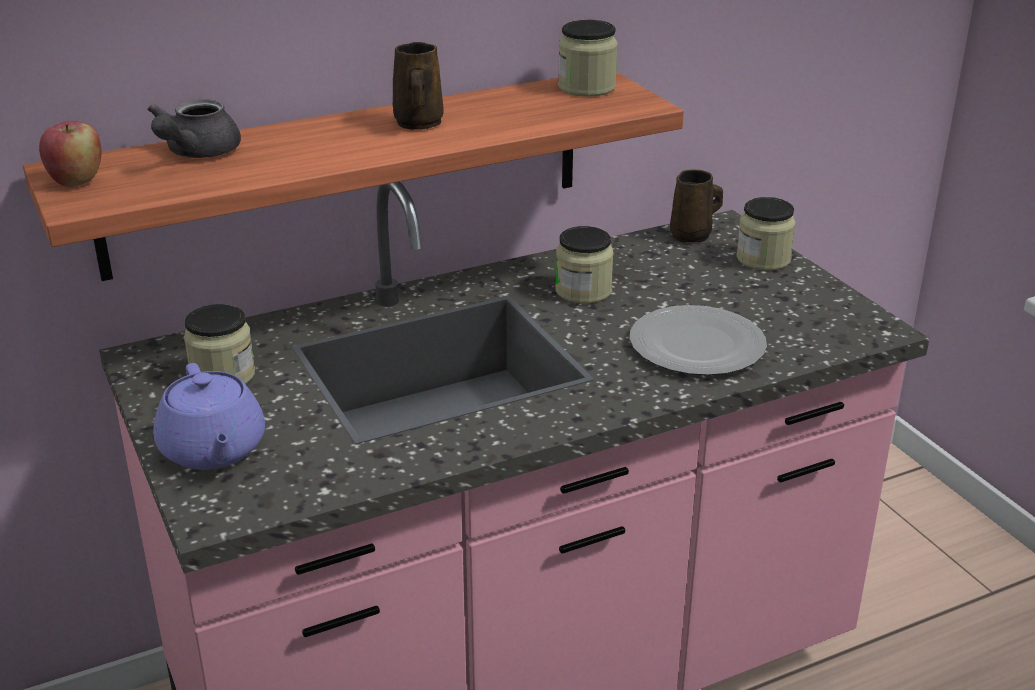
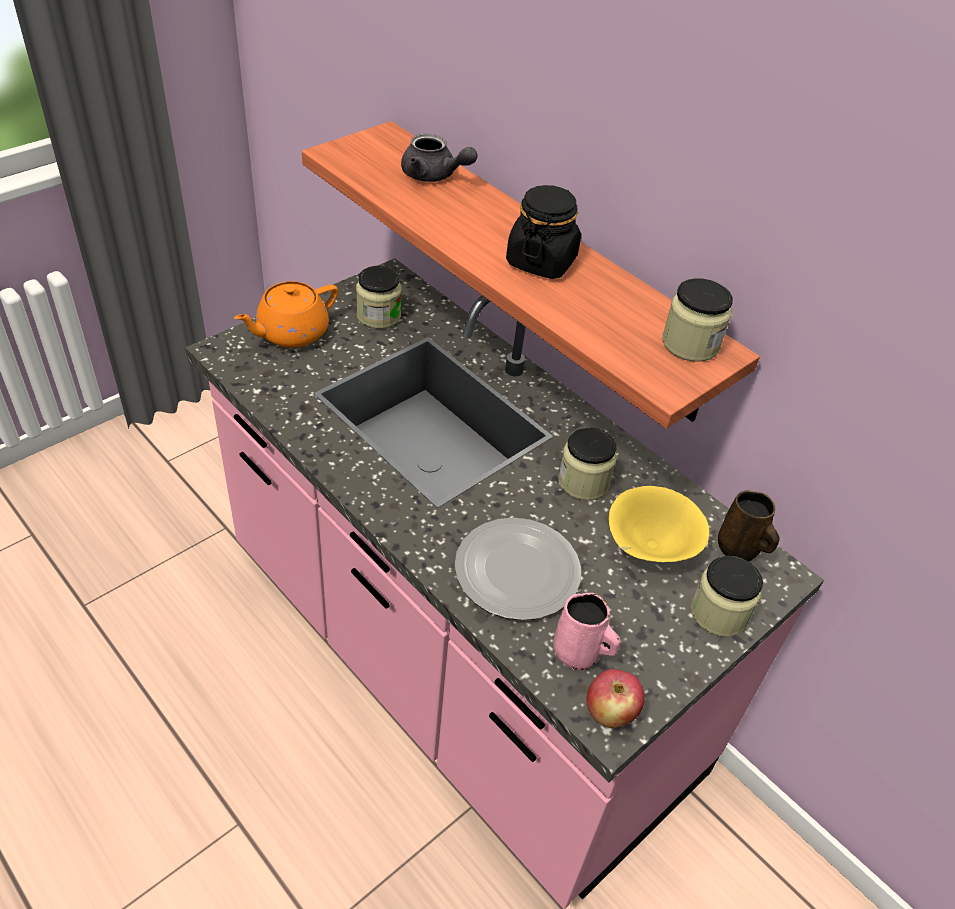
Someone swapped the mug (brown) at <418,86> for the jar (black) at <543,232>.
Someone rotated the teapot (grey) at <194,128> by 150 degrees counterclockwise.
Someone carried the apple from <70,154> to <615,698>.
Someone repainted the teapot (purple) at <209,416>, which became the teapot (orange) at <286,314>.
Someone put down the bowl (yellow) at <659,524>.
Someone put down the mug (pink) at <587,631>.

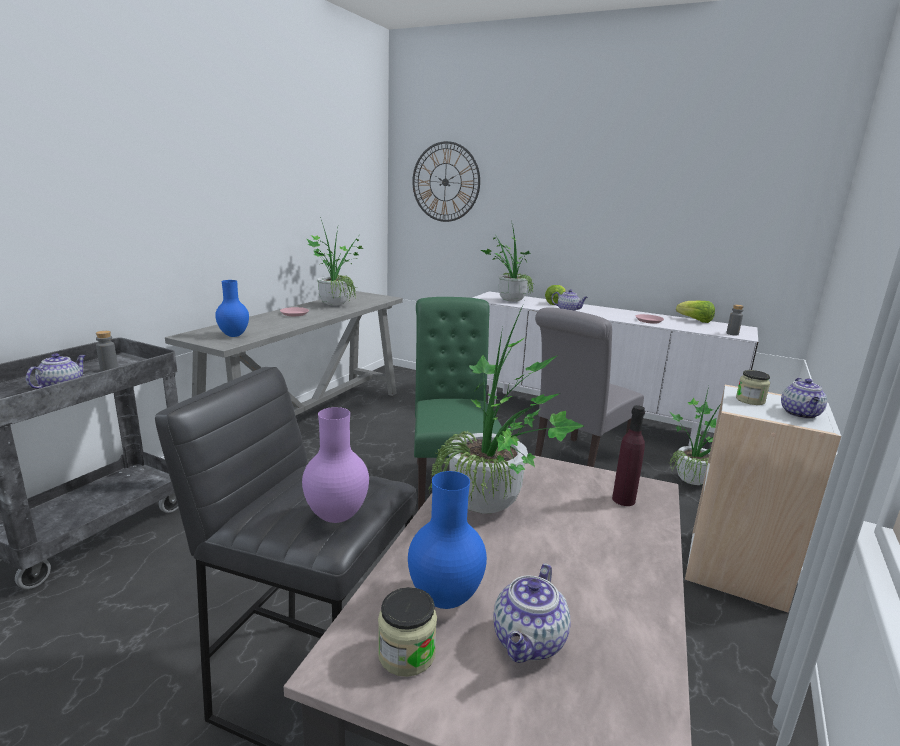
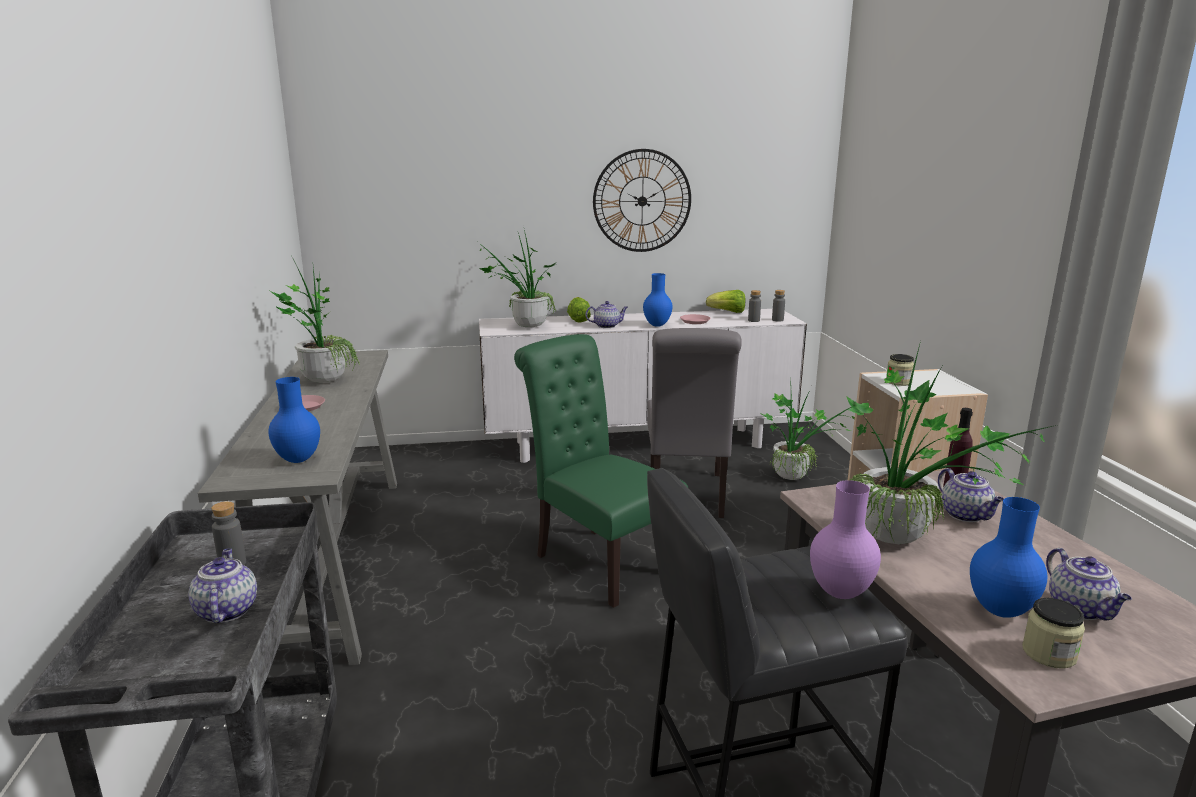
Someone carried the wall clock from <446,181> to <642,200>.
Someone carried the teapot from <804,398> to <971,495>.
Someone put down the vase (blue) at <658,300>.
Someone put down the bottle (grey) at <754,306>.

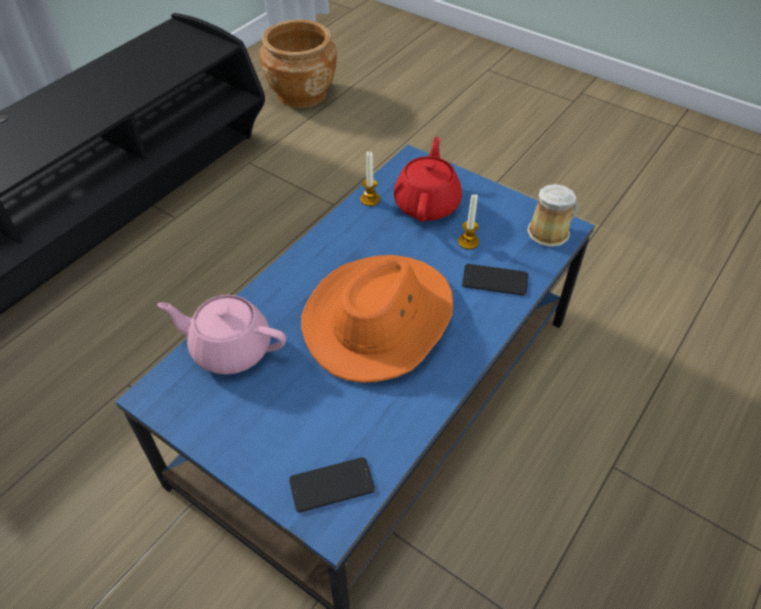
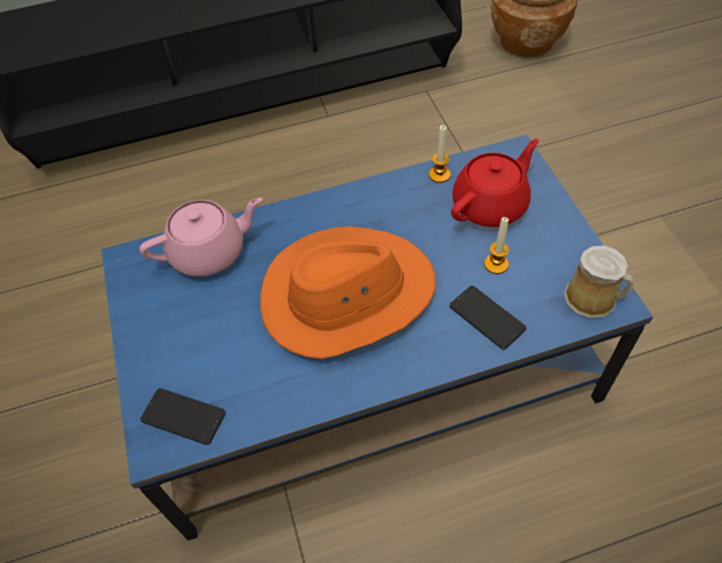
Someone rotated the teapot (pink) at <221,335> by 105 degrees clockwise.

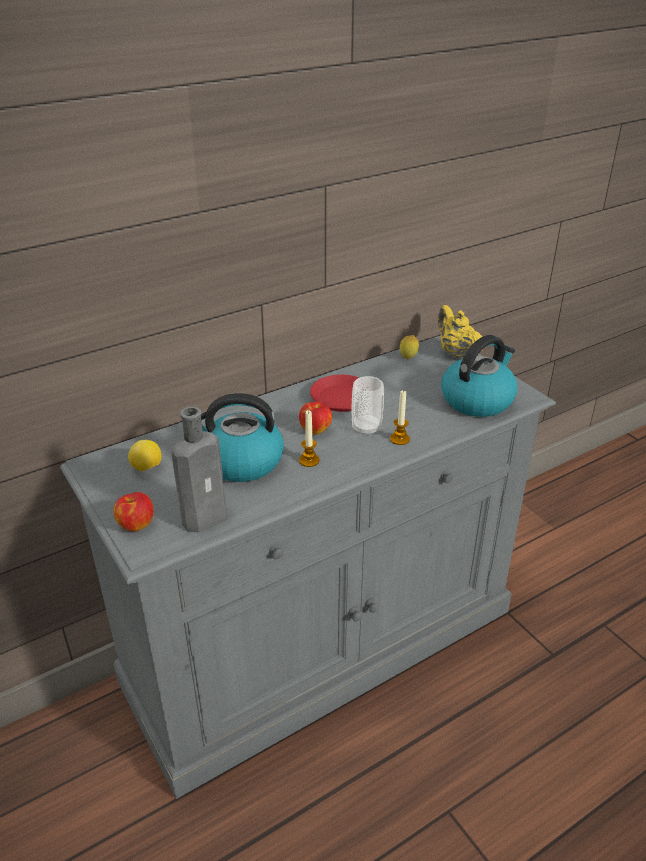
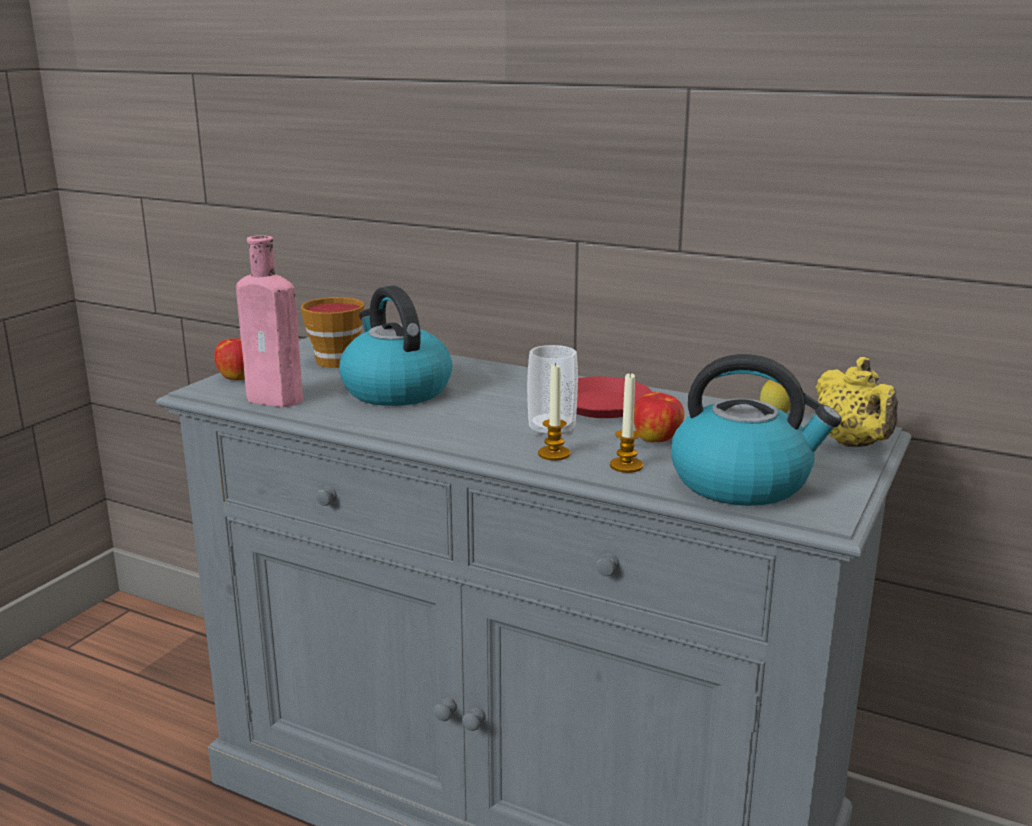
Someone rotated the teapot (yellow) at <460,332> by 135 degrees clockwise.
Someone carried the apple from <315,418> to <659,417>.
Someone repainted the bottle (grey) at <199,469>, which became the bottle (pink) at <269,321>.
Someone carried the candle from <309,438> to <626,422>.
Someone swapped the lemon at <145,456> for the cup at <332,332>.

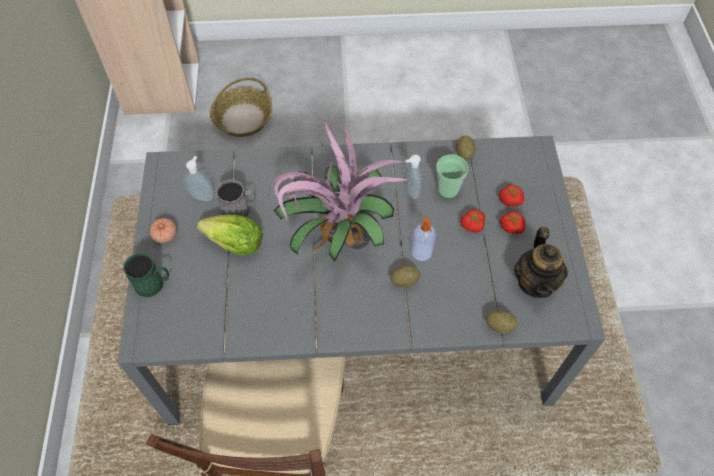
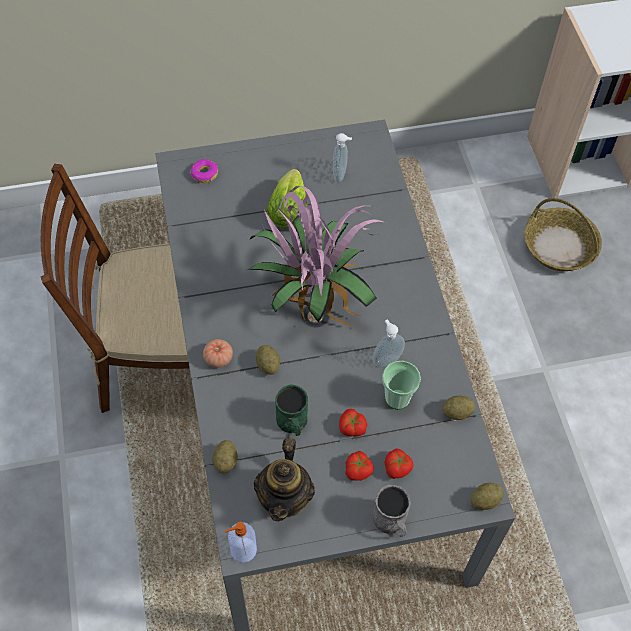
Someone carried the mug (grey) from <236,198> to <392,511>.
Someone carried the tomato from <163,230> to <218,353>.
Someone carried the soap dispenser from <423,239> to <240,542>.
Someone rotated the teapot at <541,262> by 75 degrees counterclockwise.
Someone carried the mug (green) from <146,275> to <291,410>.
Someone put down the donut at <204,171>.
Someone put down the potato at <487,496>.

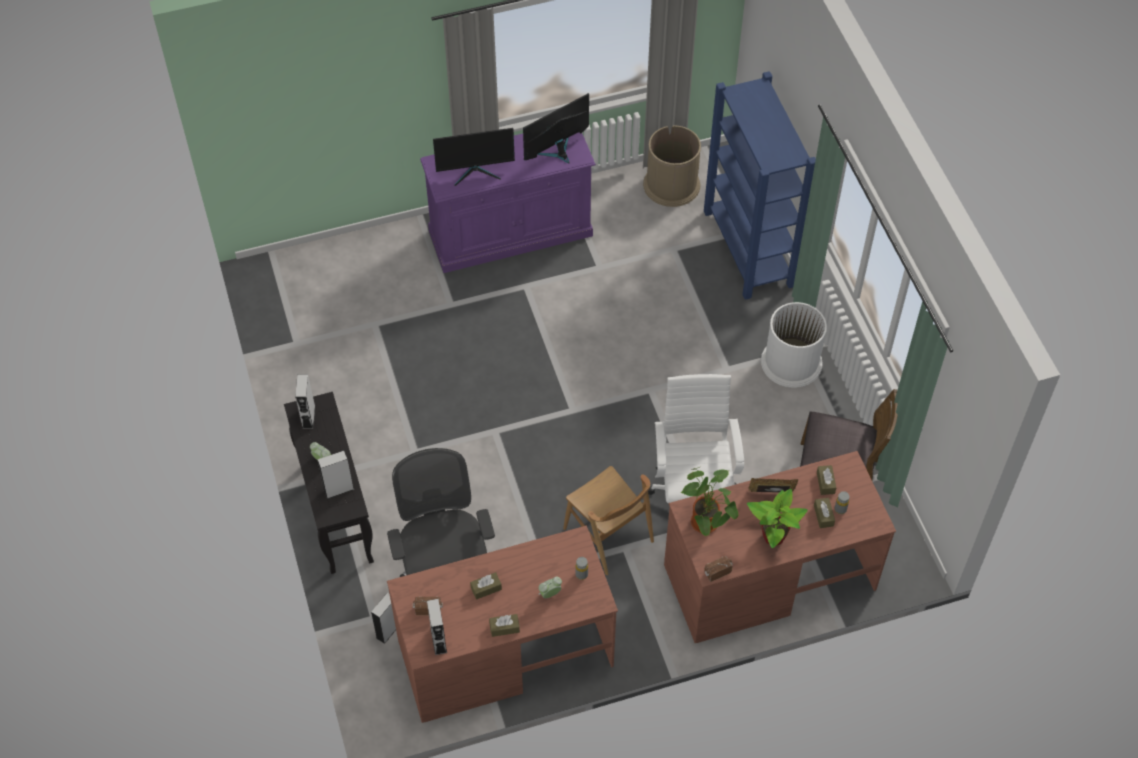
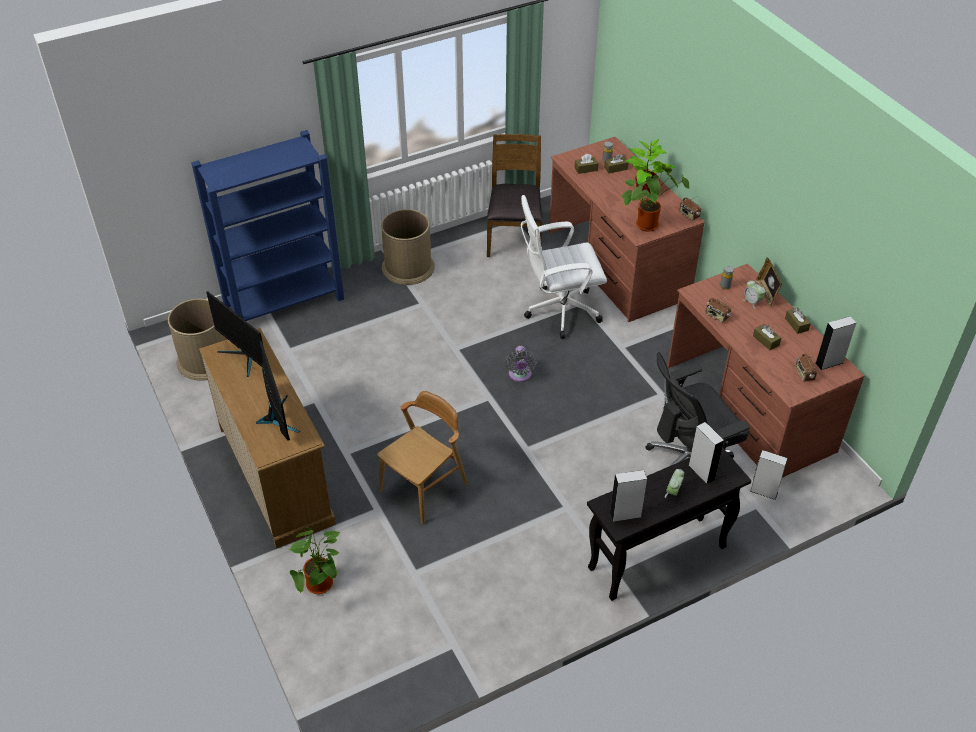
Someone repainted the cabinet (purple) at <508,202>, which became the cabinet (brown) at <267,438>.
Someone repainted the trash can (white) at <794,345>, which became the trash can (brown) at <408,247>.
Someone carried the chair (brown) from <608,520> to <422,457>.
Someone carried the picture frame from <773,485> to <769,281>.
Someone put down the radio at <718,310>.
Someone put down the fan (grey) at <521,364>.
Someone put down the potted plant at <314,560>.

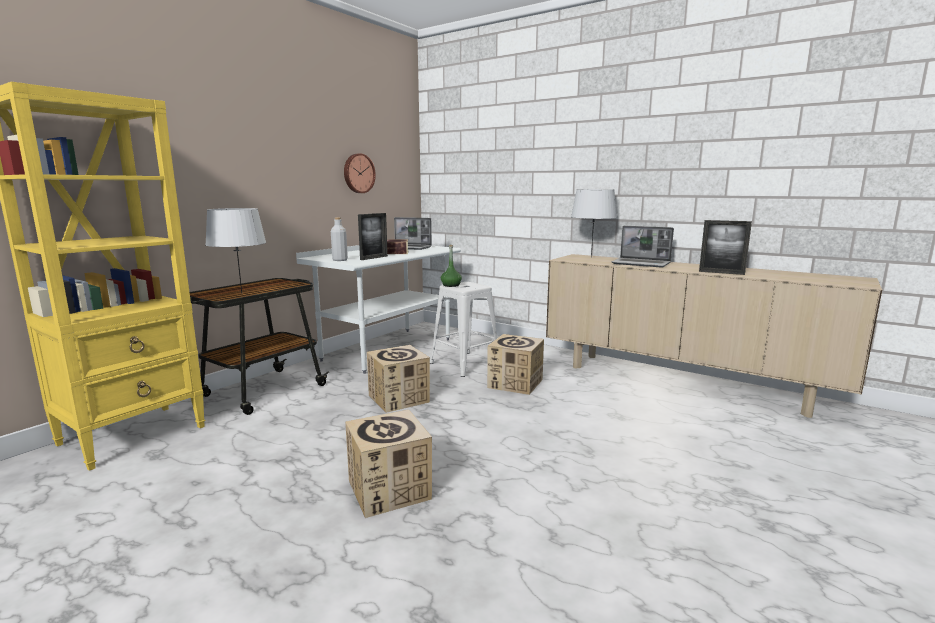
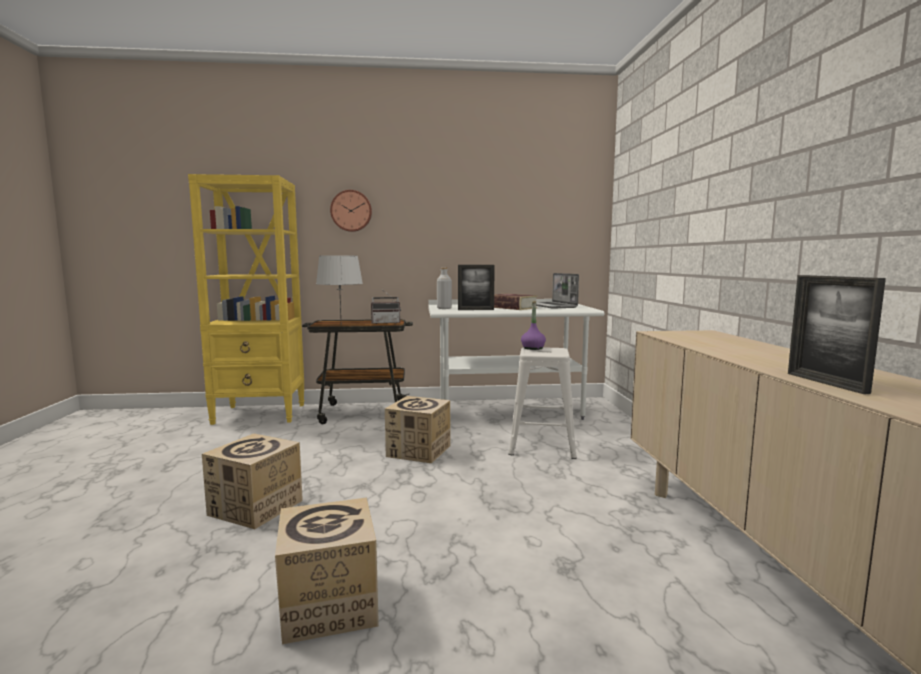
Someone carried the wall clock from <360,173> to <351,211>.
Someone took away the table lamp (grey) at <594,223>.
Someone took away the laptop at <642,247>.
Someone repainted the bottle (green) at <451,266>, which became the bottle (purple) at <533,325>.
Someone carried the cardboard box from <515,364> to <327,571>.
Someone put down the radio at <386,307>.

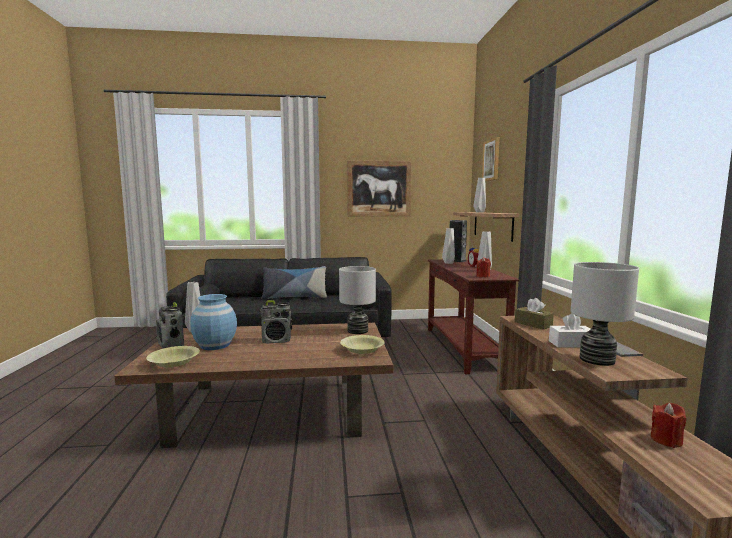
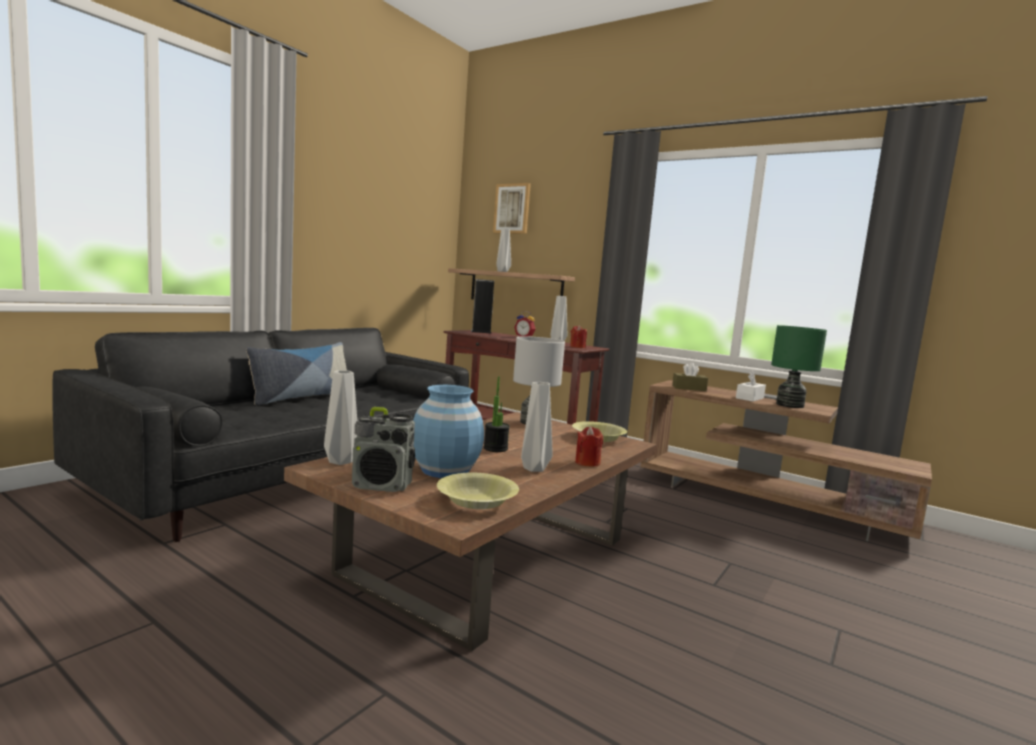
Someone took away the picture at <379,188>.
Someone carried the vase (grey) from <448,246> to <537,427>.
Someone repainted the table lamp (grey) at <605,314>, which became the table lamp (green) at <799,366>.
Someone swapped the radio at <276,321> for the potted plant at <497,414>.
Someone carried the candle (red) from <668,425> to <589,446>.

